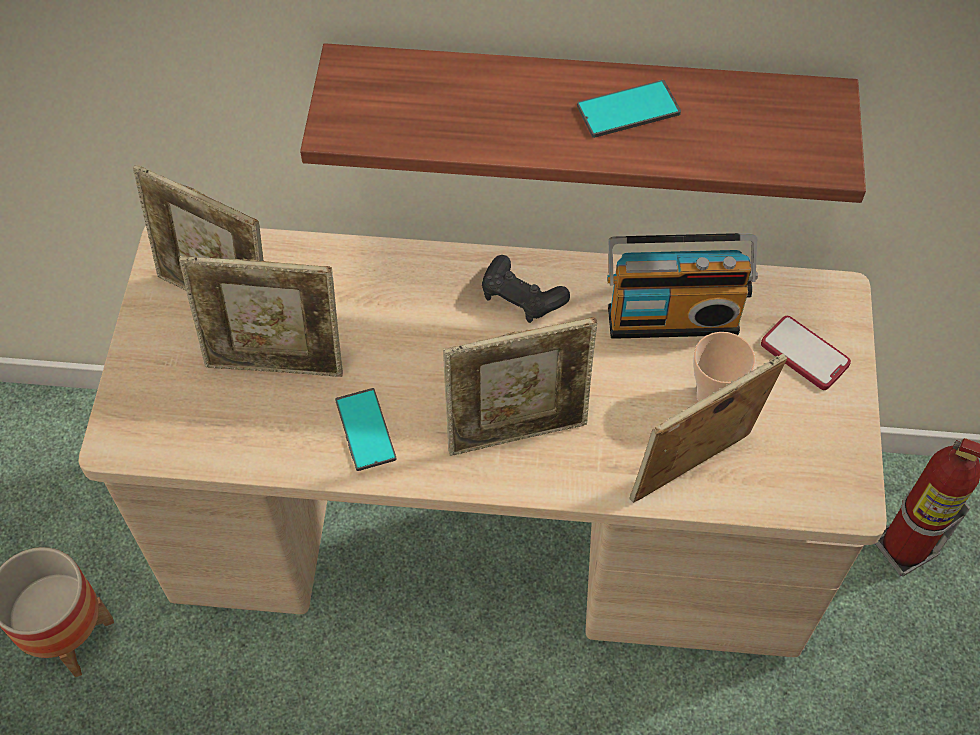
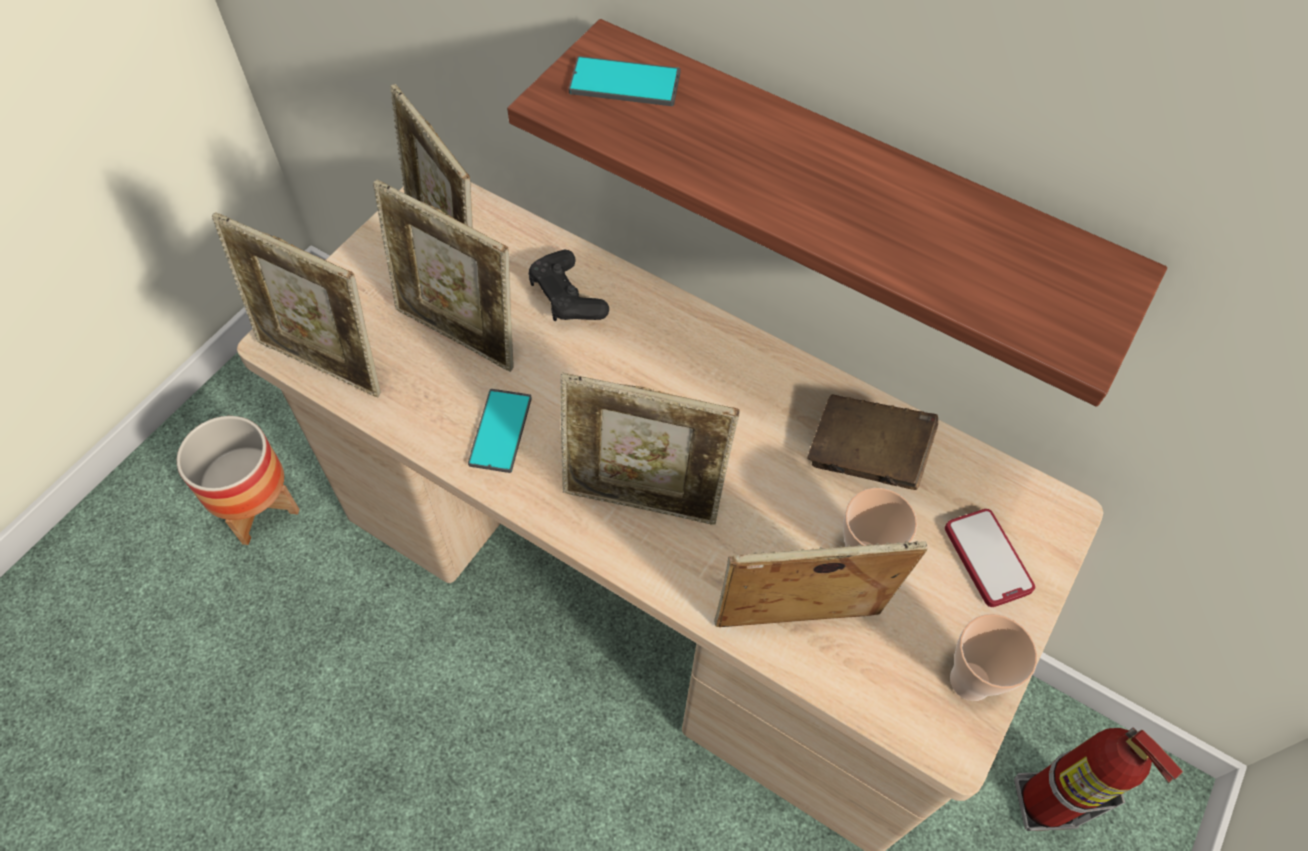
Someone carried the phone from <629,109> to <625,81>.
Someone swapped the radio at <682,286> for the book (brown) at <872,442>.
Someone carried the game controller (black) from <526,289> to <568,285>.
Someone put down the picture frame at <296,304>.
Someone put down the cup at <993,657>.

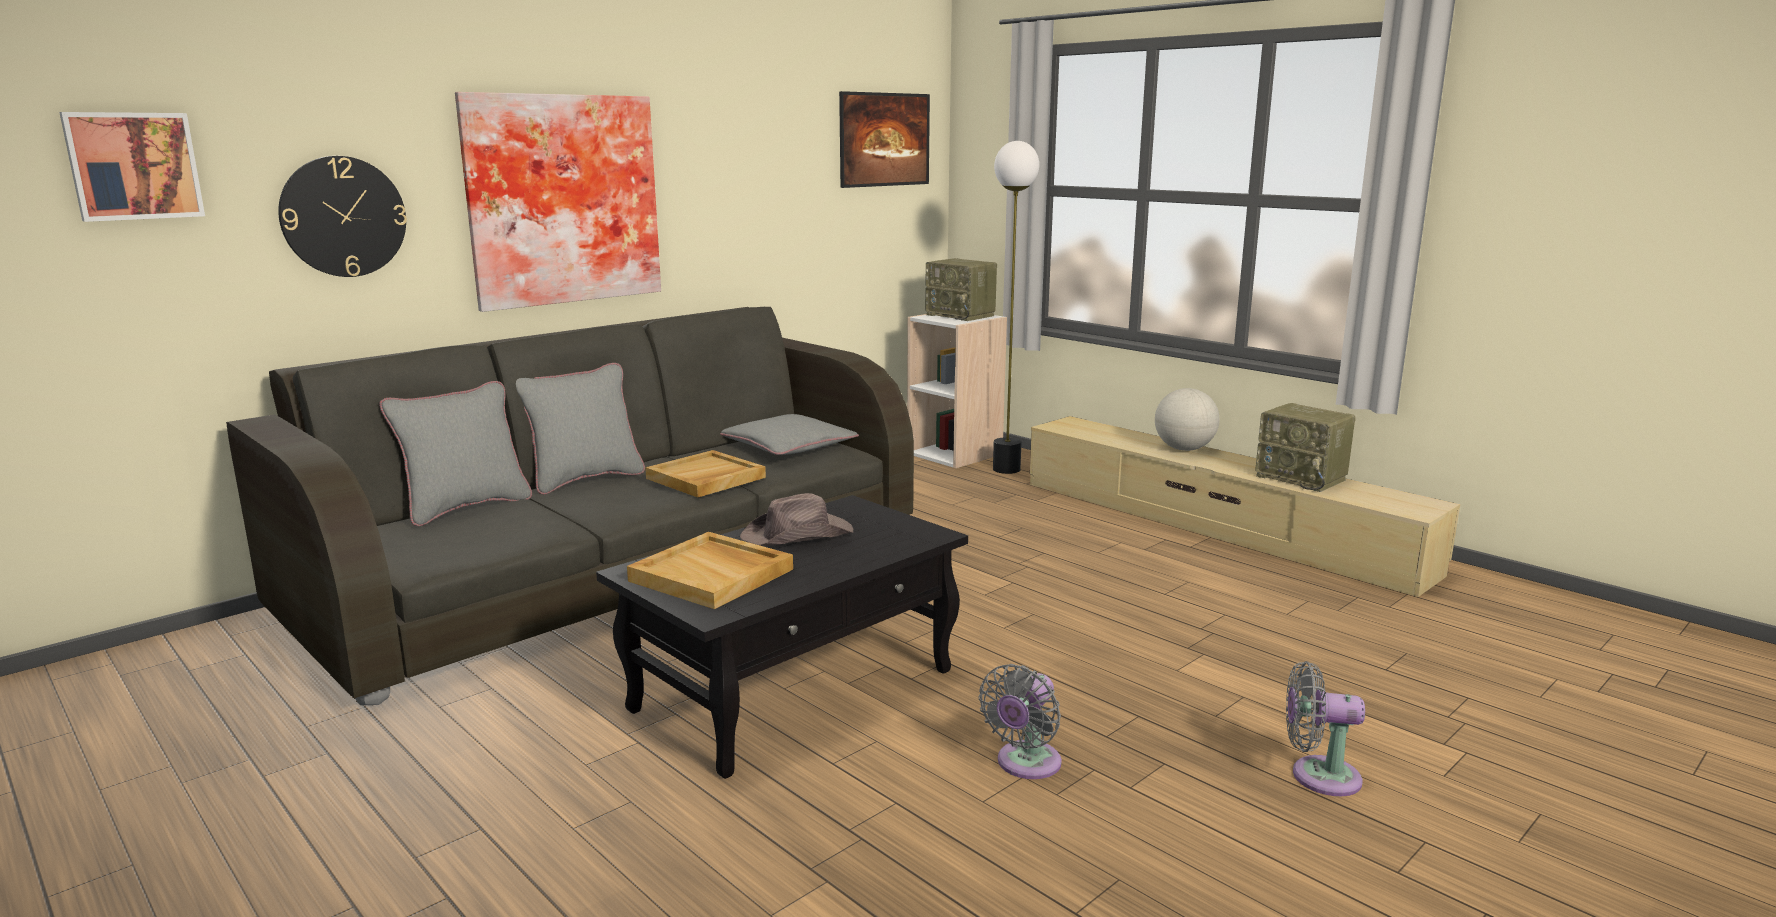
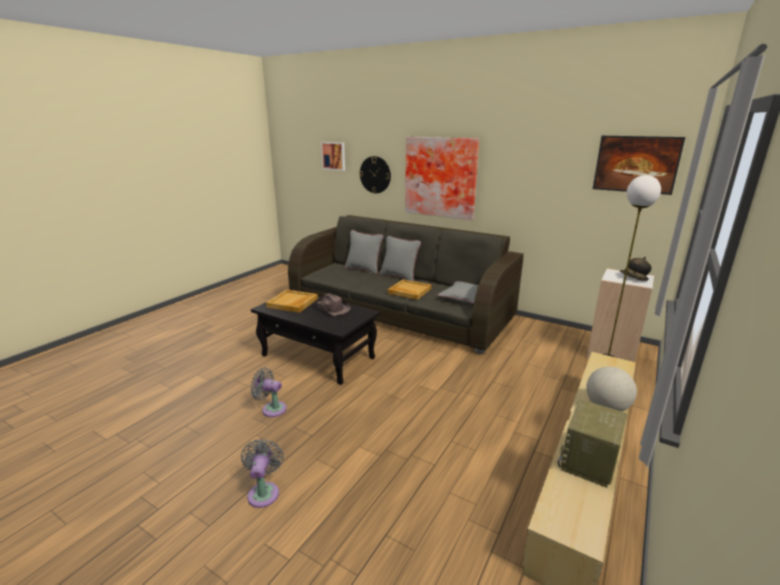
Someone swapped the radio at <961,289> for the hat at <635,269>.

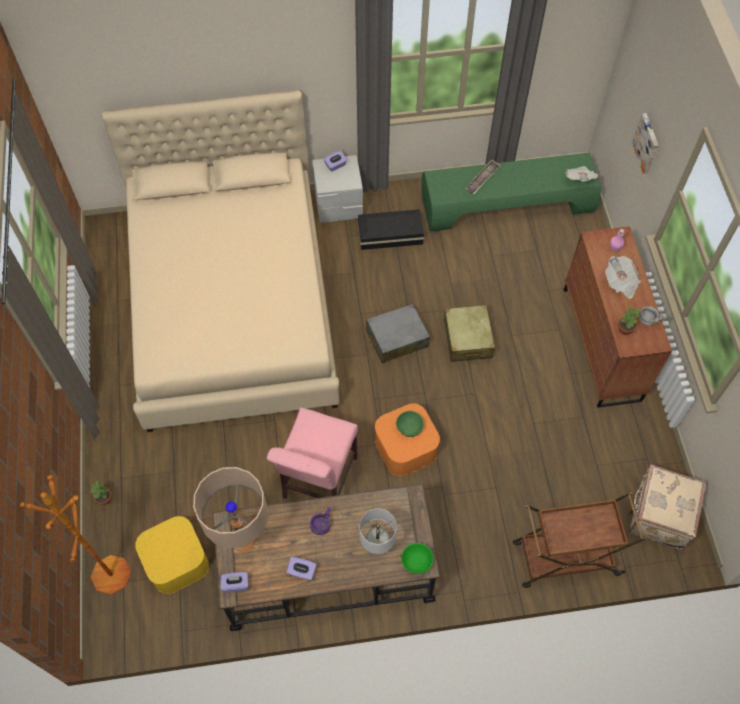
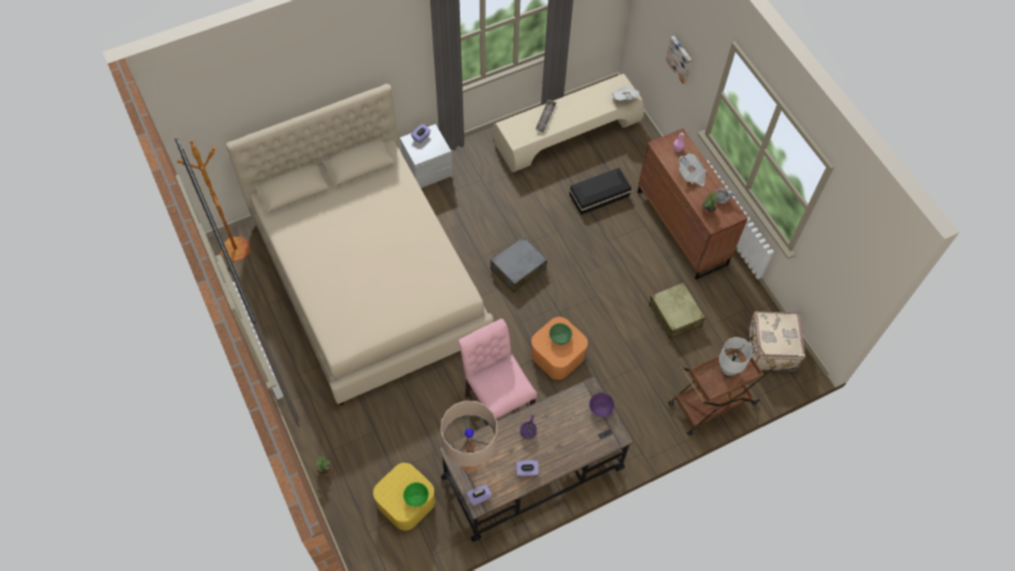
Someone repainted the bench (green) at <511,192>, which became the bench (beige) at <568,123>.
Someone carried the storage box (black) from <390,229> to <600,191>.
Someone carried the suitcase (beige) from <469,333> to <677,310>.
Someone rotated the chair (pink) at <312,453> by 150 degrees clockwise.
Someone carried the clothes rack (orange) from <75,535> to <213,200>.
Someone carried the table lamp (white) from <378,532> to <736,357>.
Someone carried the bowl (green) from <417,558> to <416,494>.
Someone put down the bowl (purple) at <601,405>.

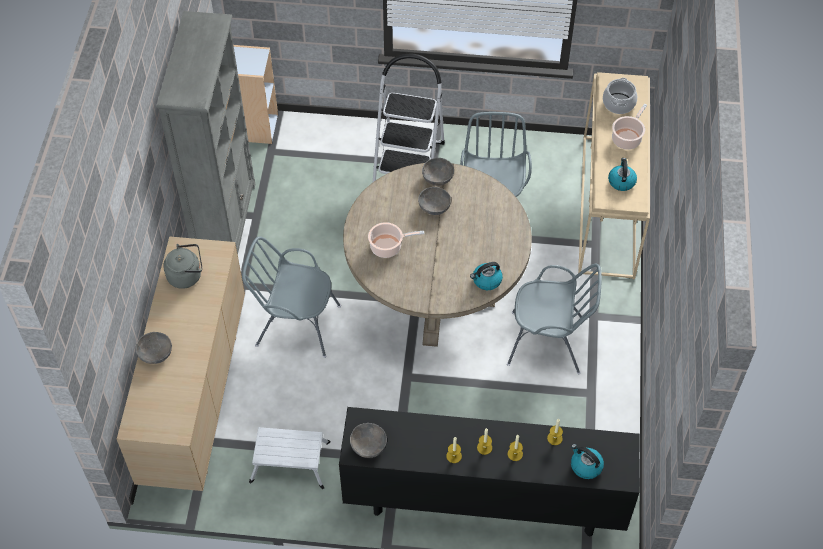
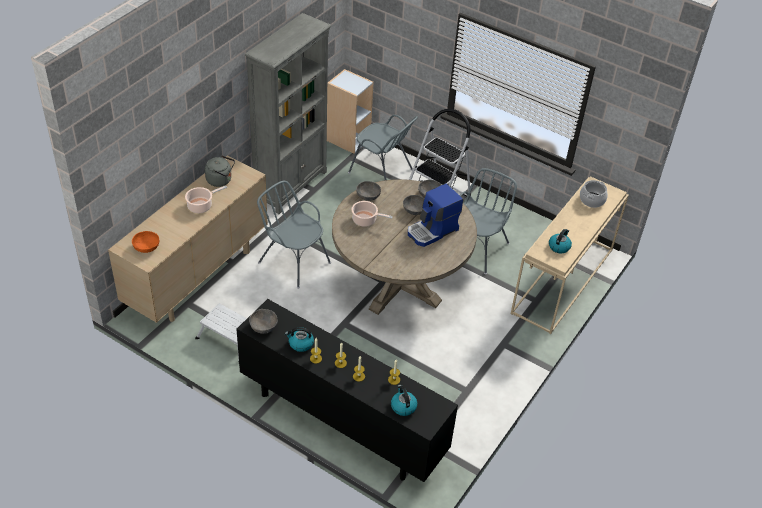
Someone carried the cooking pot from <629,127> to <206,199>.
Someone carried the kettle from <486,276> to <299,339>.
Someone carried the chair (grey) from <554,319> to <383,147>.
Someone carried the bowl (grey) from <154,348> to <368,191>.
Someone put down the coffee machine at <435,215>.
Someone put down the bowl (orange) at <145,242>.

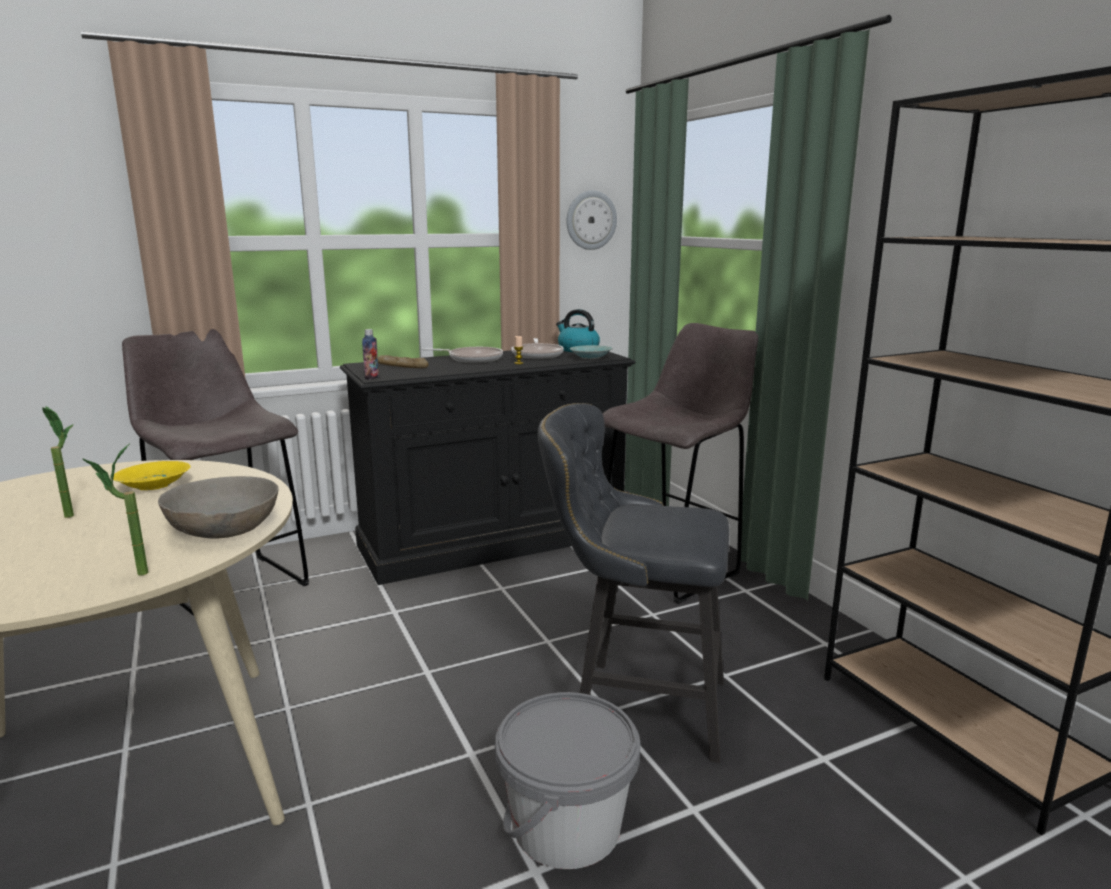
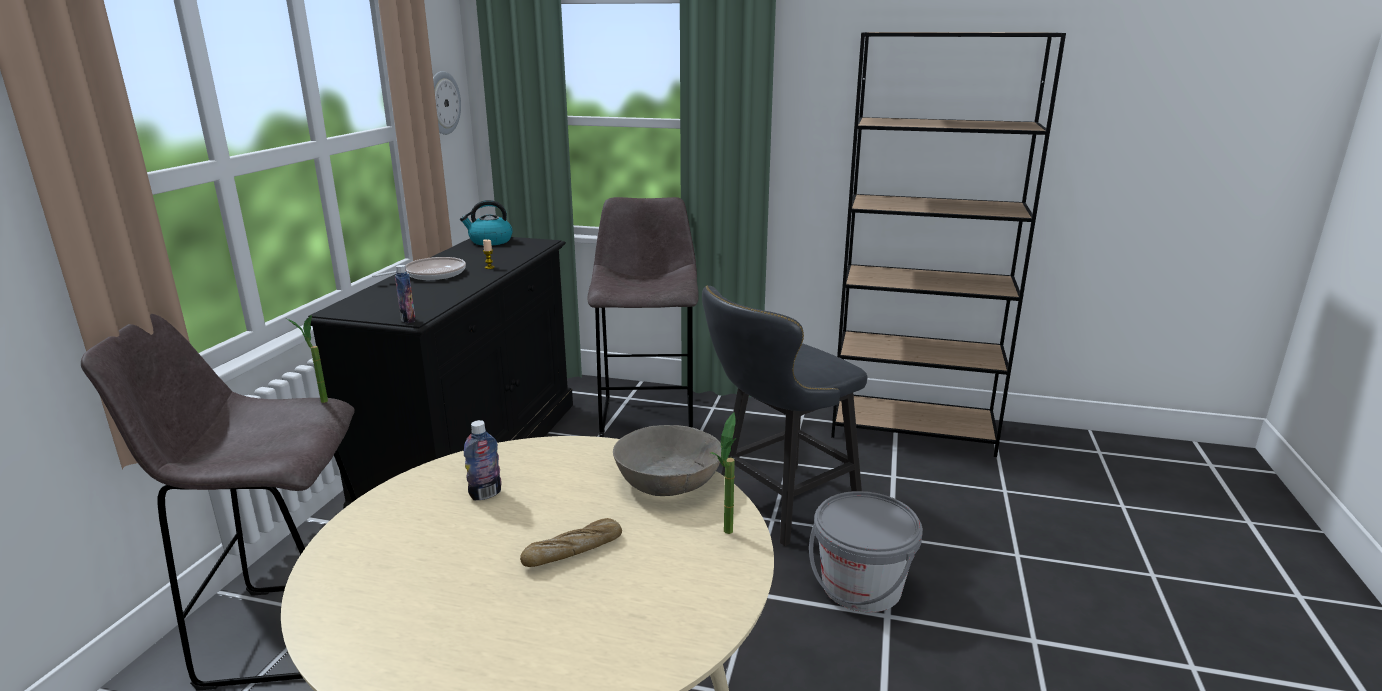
Someone took away the frying pan at <537,348>.
Someone took away the bowl (turquoise) at <591,352>.
Someone carried the bread from <403,361> to <571,542>.
Someone carried the potted plant from <58,462> to <307,359>.
Someone swapped the bowl (yellow) at <152,475> for the bottle at <482,460>.

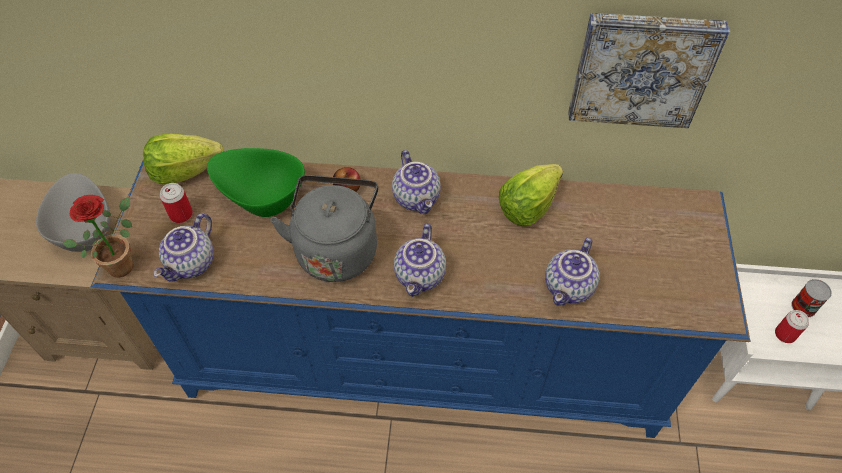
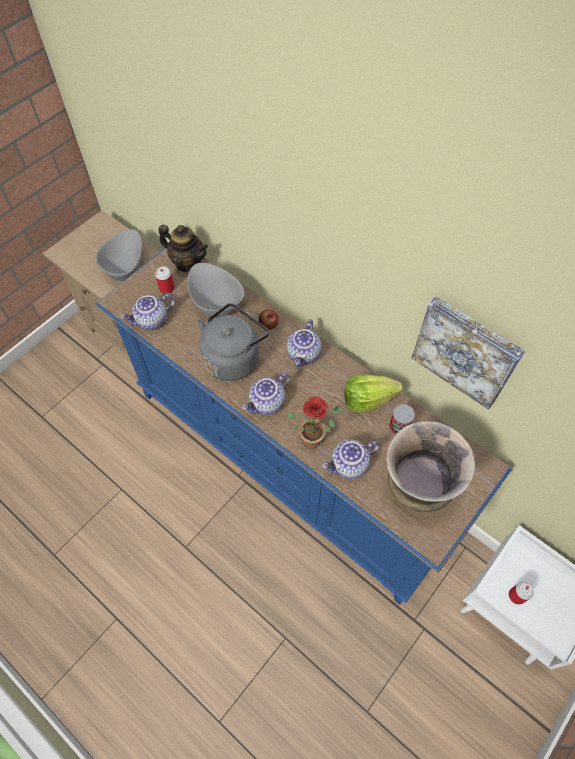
Someone swapped the lettuce at <183,158> for the teapot at <183,248>.
Someone repainted the bowl (green) at <256,182>, which became the bowl (grey) at <216,290>.
Someone carried the potted plant from <97,236> to <314,423>.
Someone carried the can from <811,298> to <402,419>.
Someone put down the vase at <430,466>.

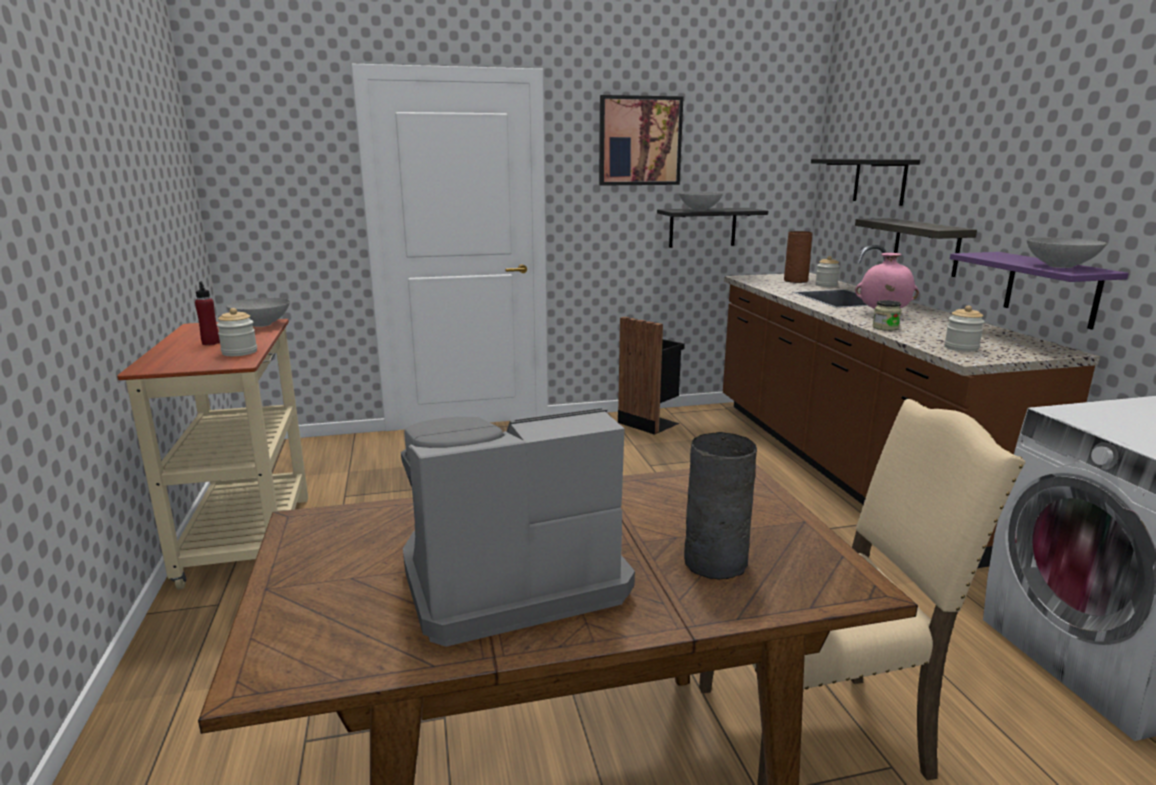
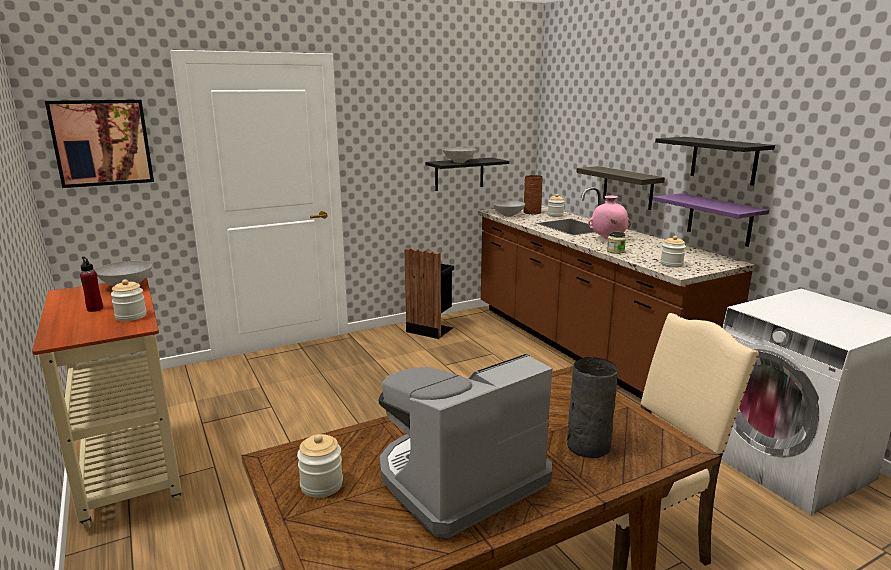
Someone carried the picture from <641,140> to <99,144>.
Someone carried the shelf (black) from <865,182> to <715,161>.
Someone carried the bowl (grey) from <1067,252> to <509,208>.
Someone put down the jar at <320,466>.

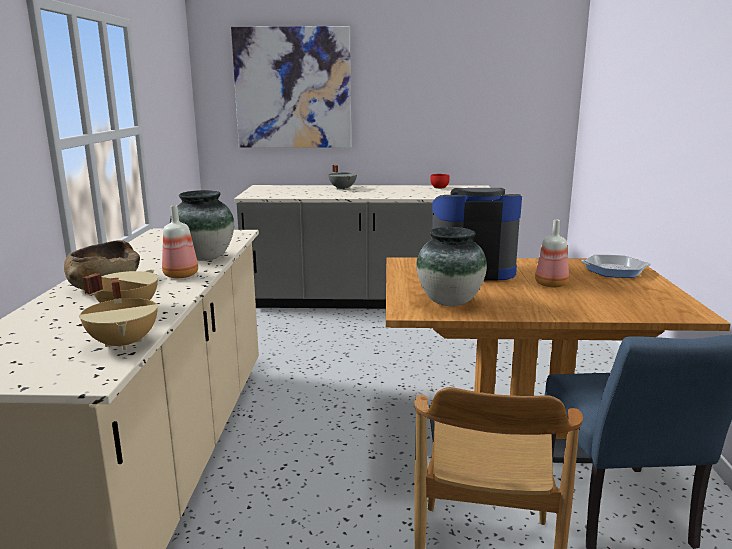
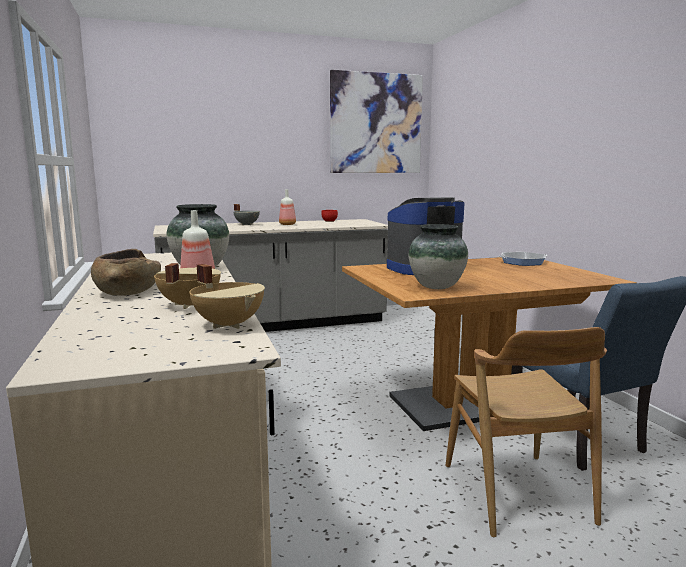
Someone carried the picture from <291,87> to <376,121>.
Someone carried the bottle from <552,253> to <287,207>.

